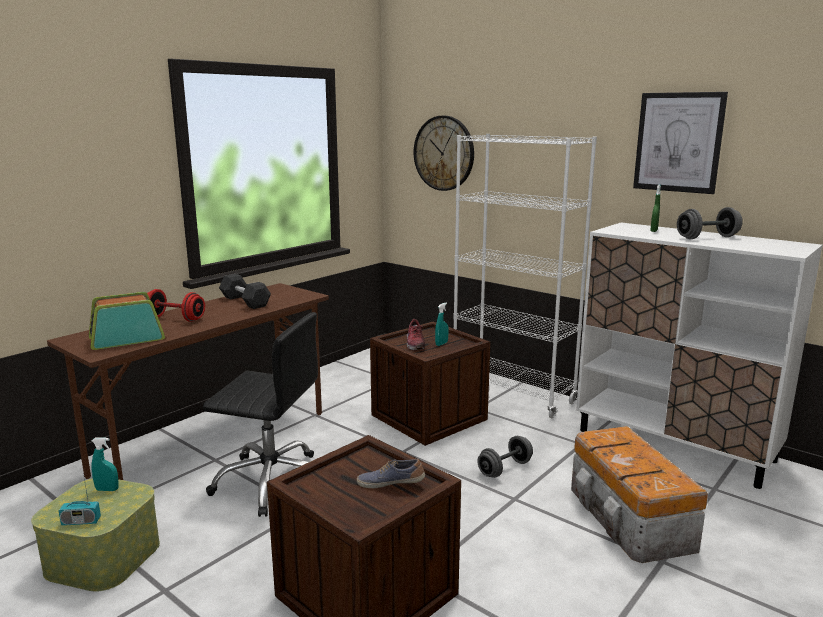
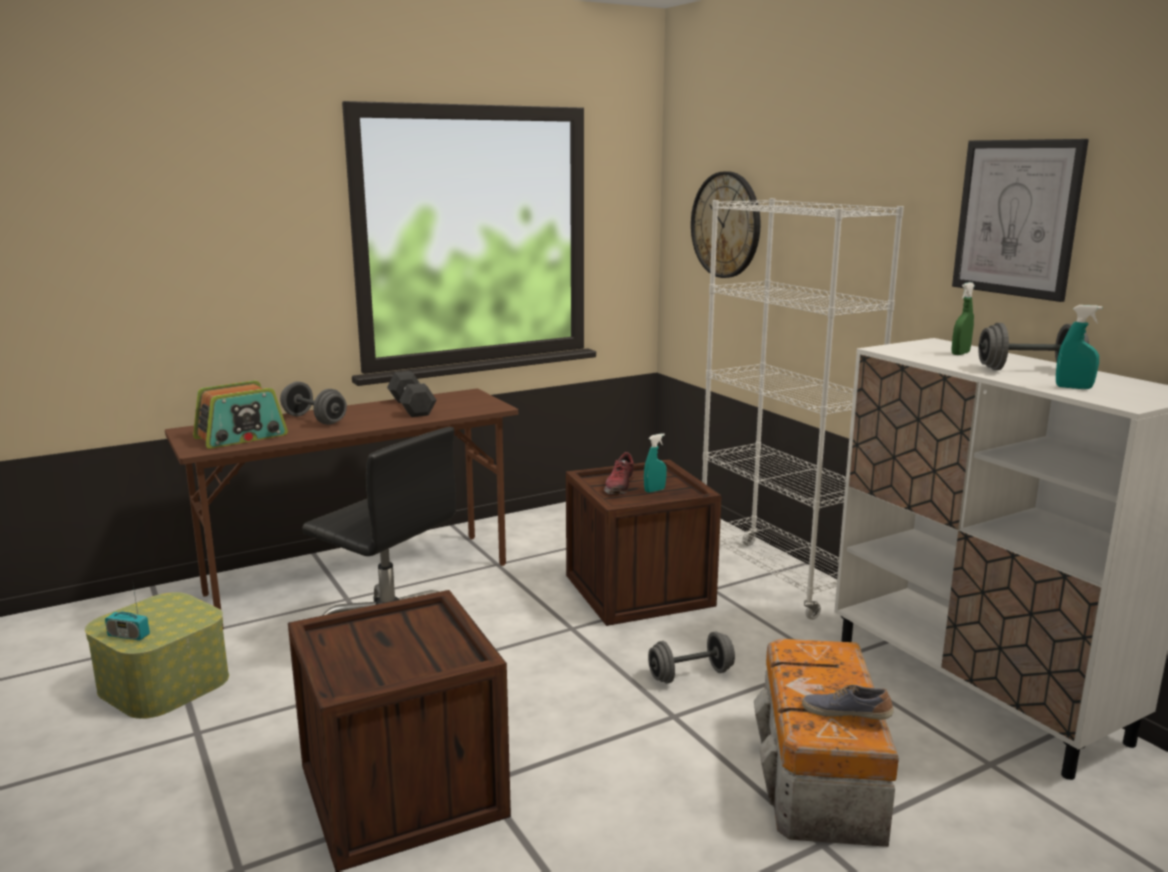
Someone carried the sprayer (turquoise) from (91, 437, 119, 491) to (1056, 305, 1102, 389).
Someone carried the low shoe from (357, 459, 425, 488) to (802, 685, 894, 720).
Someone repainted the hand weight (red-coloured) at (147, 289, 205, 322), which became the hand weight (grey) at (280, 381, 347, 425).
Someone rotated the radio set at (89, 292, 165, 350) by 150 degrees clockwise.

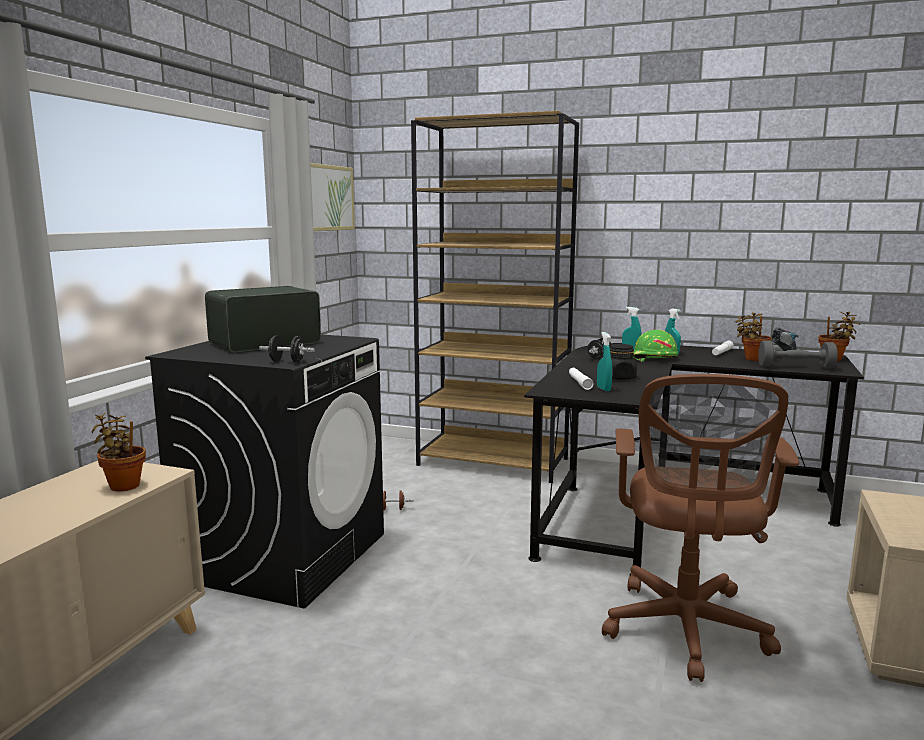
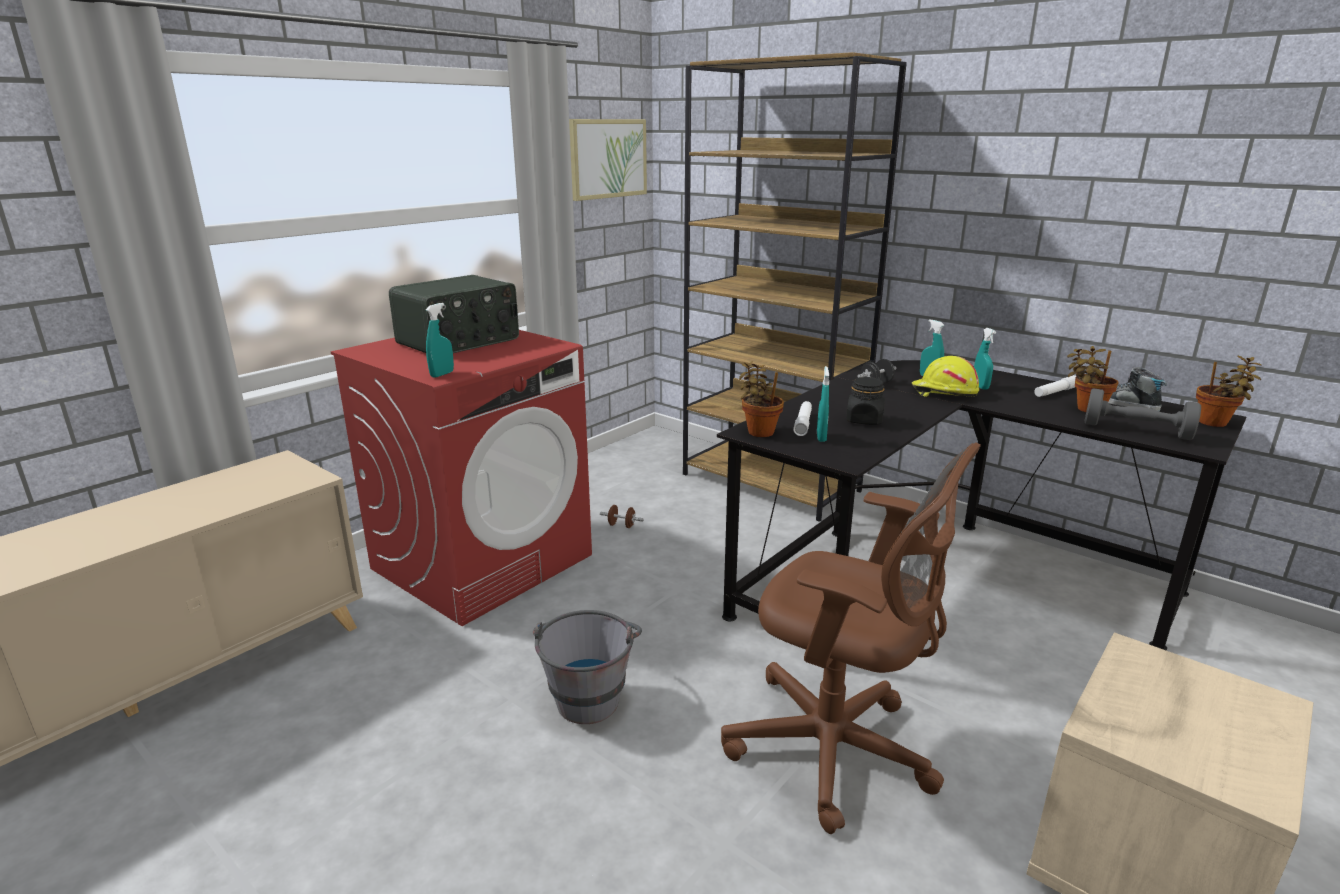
Someone put down the bucket (grey) at (533, 610, 642, 724).
Someone carried the houseplant from (91, 413, 146, 491) to (739, 361, 784, 437).
Someone swapped the hand weight (black-coloured) at (259, 335, 315, 363) for the sprayer (turquoise) at (426, 303, 454, 378).
Someone repainted the washing machine (black-coloured) at (145, 335, 384, 608), which became the washing machine (red-coloured) at (331, 330, 592, 626).
Someone repainted the safety helmet (greenish) at (633, 330, 678, 362), which became the safety helmet (yellowish) at (911, 356, 979, 397).
Someone rotated the radio set at (205, 286, 321, 353) by 150 degrees clockwise.
Someone rotated the office chair (brownish) at (602, 374, 799, 682) by 90 degrees counterclockwise.

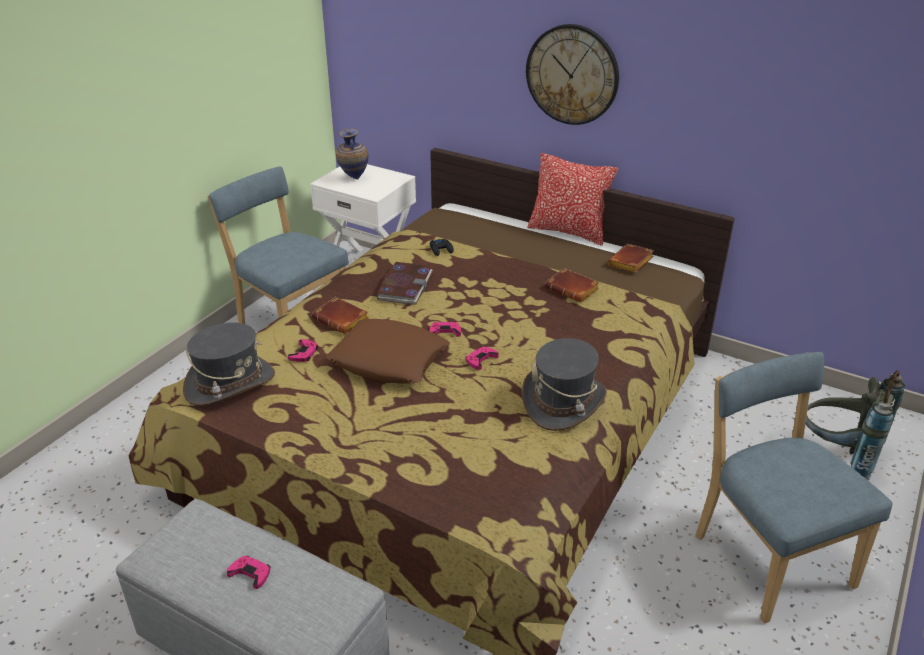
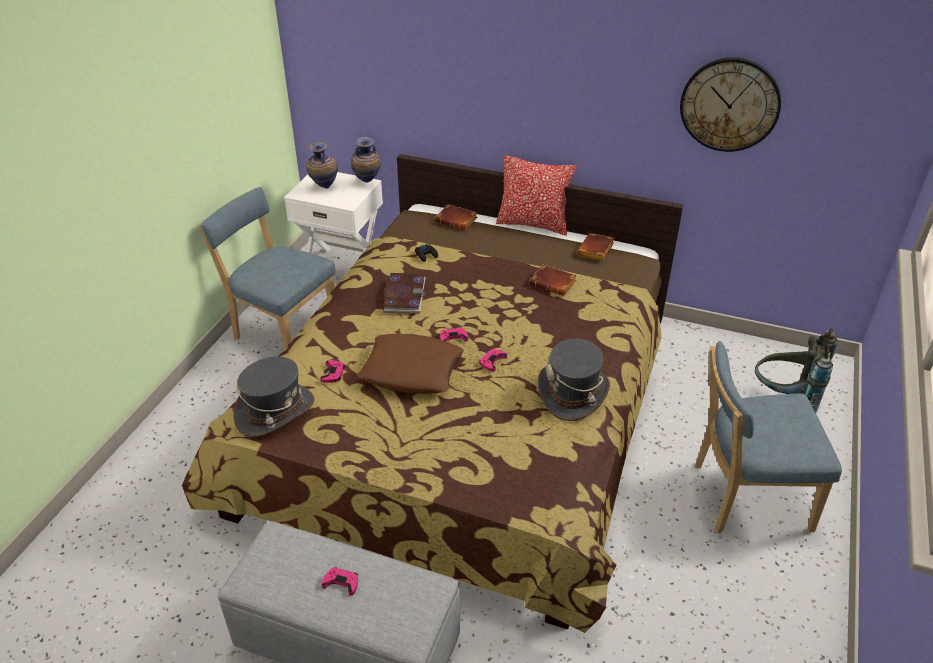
Someone put down the decorative vase at (351, 137, 381, 182).
Someone carried the volume (brownish) from (312, 297, 369, 334) to (435, 204, 477, 230).
Someone carried the clock on the wall from (526, 24, 619, 125) to (680, 57, 781, 152).
Someone rotated the chair (bluish) at (695, 352, 893, 624) by 60 degrees counterclockwise.

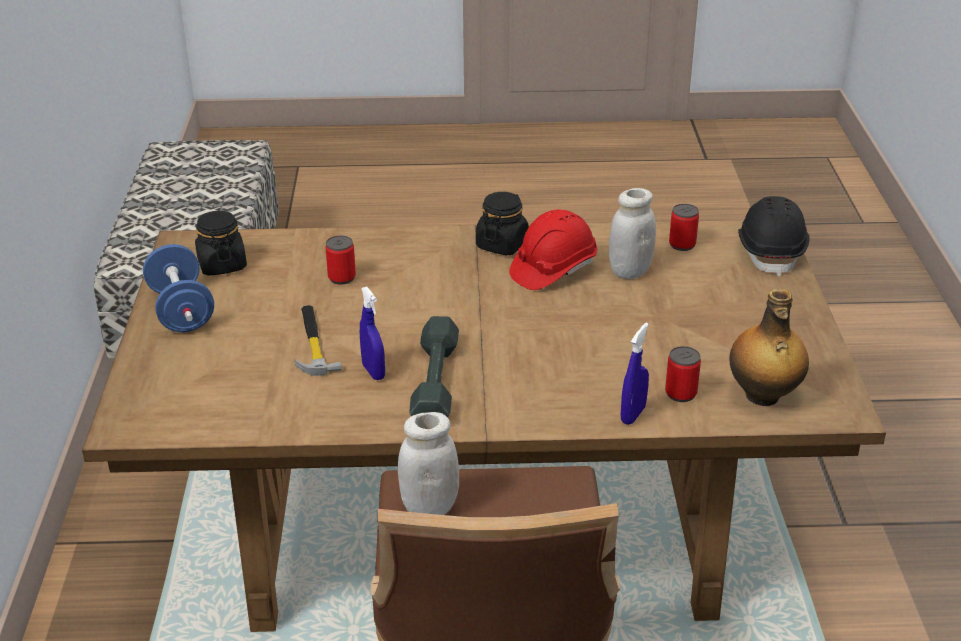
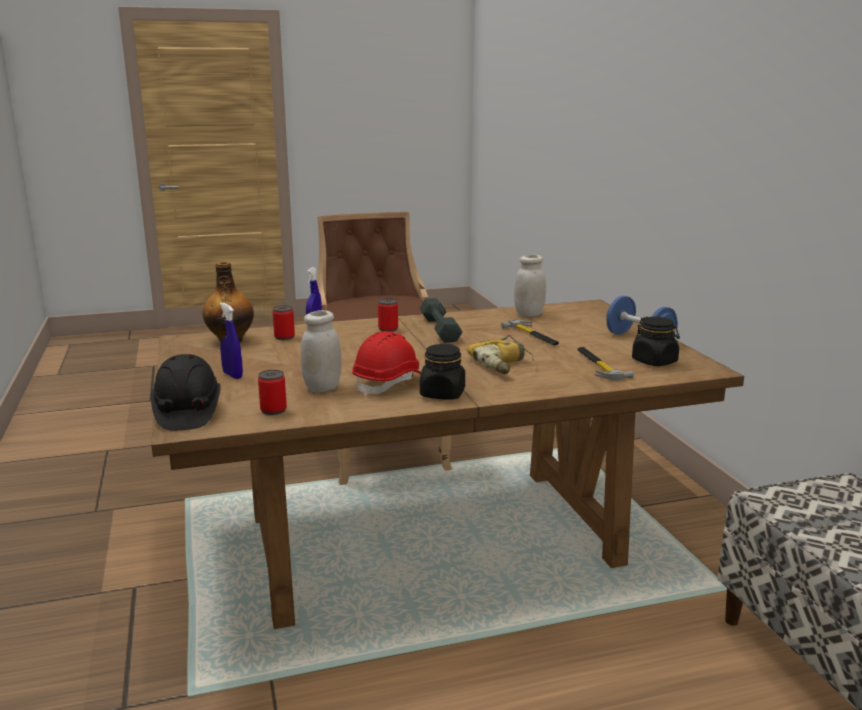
Someone put down the power drill at (466, 335, 534, 374).
Someone put down the tool hammer at (577, 347, 634, 381).
Someone carried the sealed can from (325, 235, 356, 285) to (378, 298, 398, 332).
Someone carried the sprayer (bluish) from (360, 287, 385, 380) to (220, 302, 243, 379).
Someone carried the preserve jar (whitish) from (398, 412, 459, 515) to (514, 255, 546, 317).

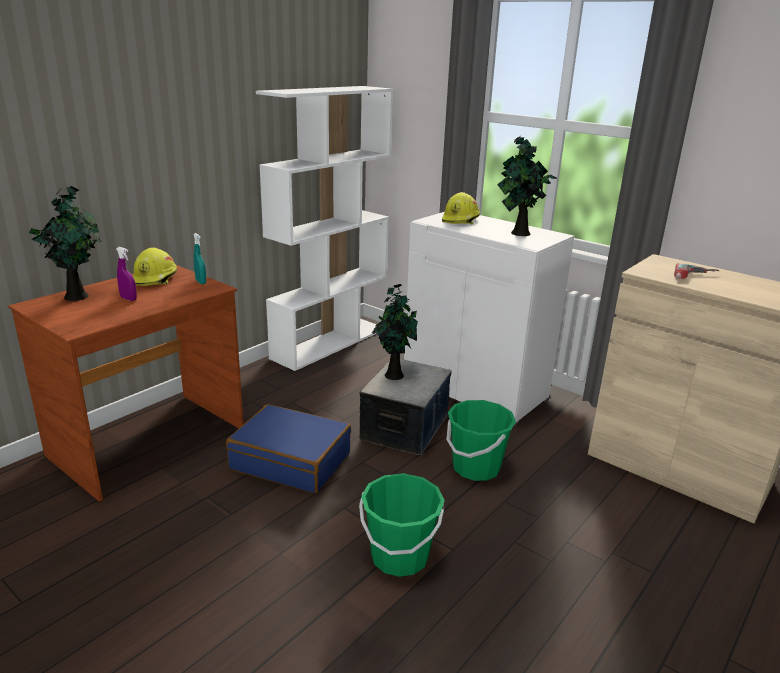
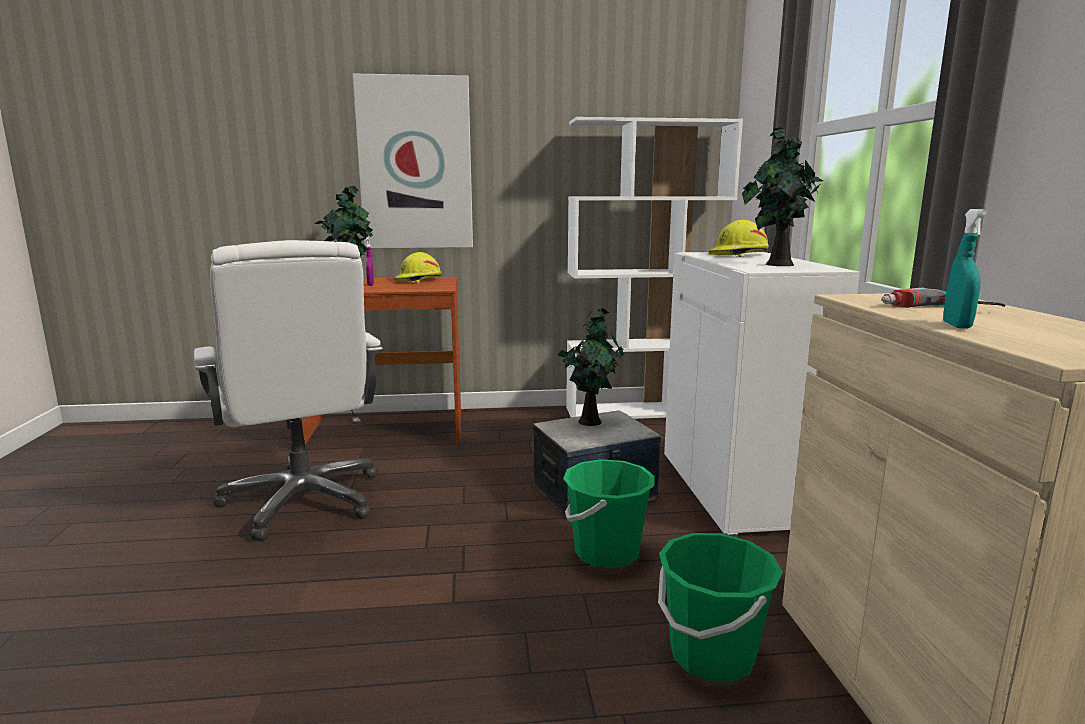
Someone took away the travel case (bluish) at (226, 404, 351, 493).
Someone put down the office chair (whitish) at (194, 240, 383, 541).
Someone put up the picture at (352, 74, 473, 248).
Someone carried the sprayer (turquoise) from (194, 233, 206, 284) to (943, 209, 987, 329).
Someone carried the bucket (greenish) from (359, 473, 445, 577) to (658, 533, 783, 682).

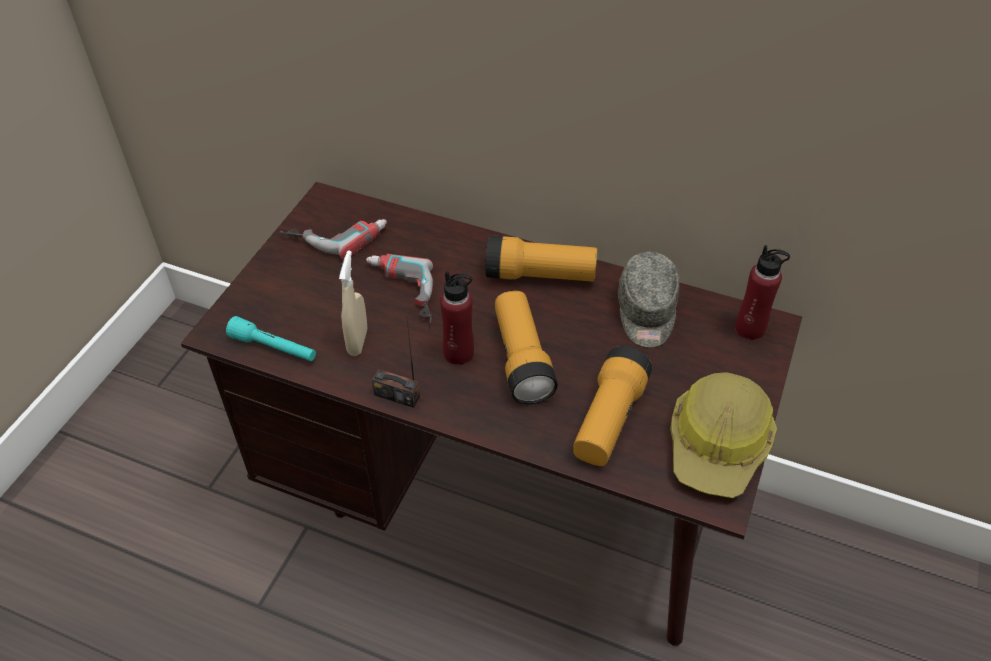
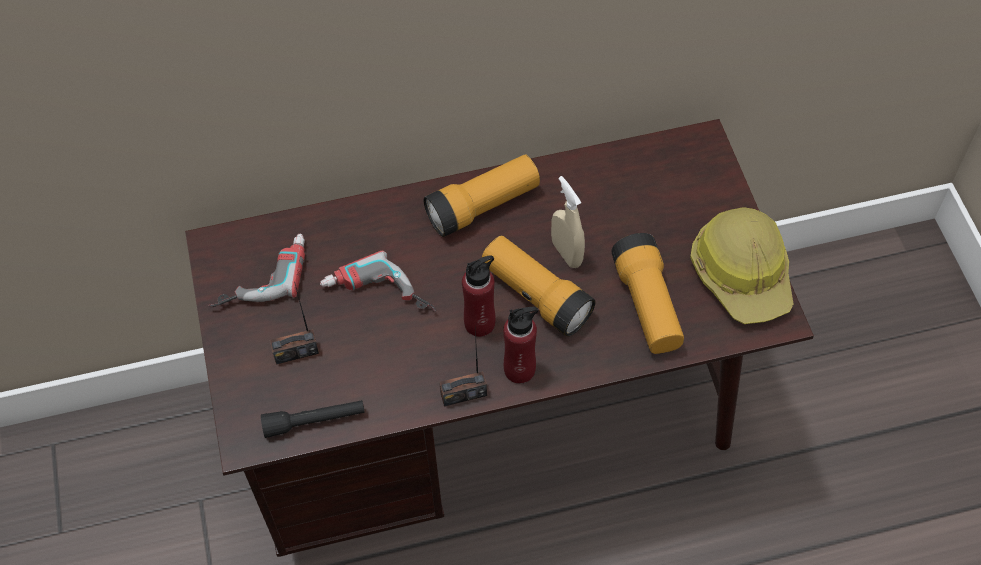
Someone took away the peaked cap (grey) at (618, 252, 679, 348).
Someone put down the radio set at (270, 281, 319, 365).
Someone carried the sprayer (beige-coloured) from (339, 250, 367, 356) to (551, 176, 585, 268).
Someone carried the drink bottle (red-coloured) from (735, 245, 790, 340) to (503, 307, 538, 384).
Someone repainted the flashlight (turquoise) at (226, 316, 316, 362), which became the flashlight (black-coloured) at (261, 400, 365, 438).

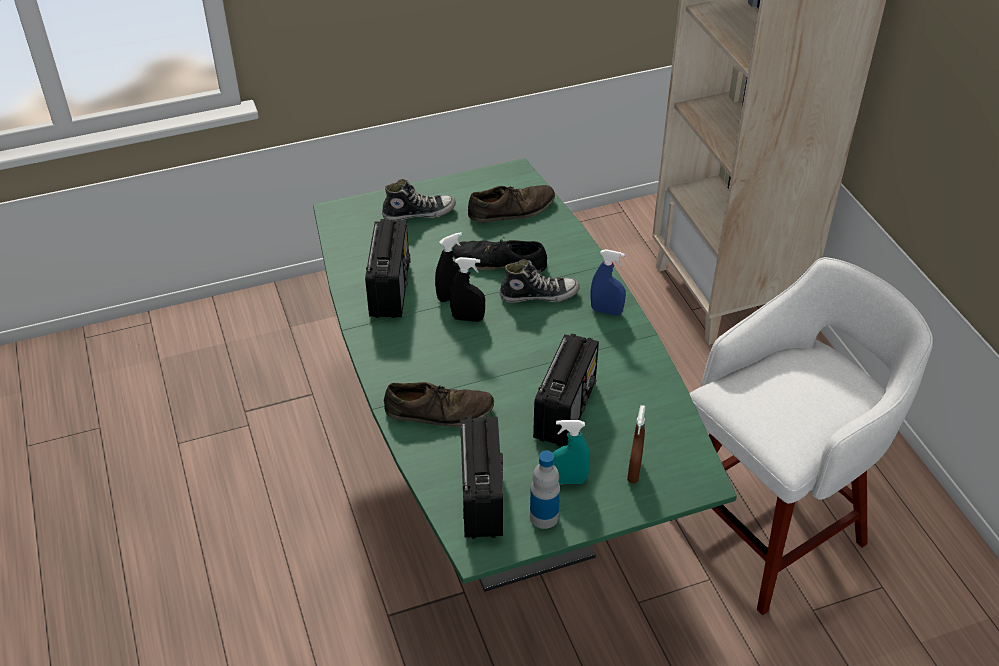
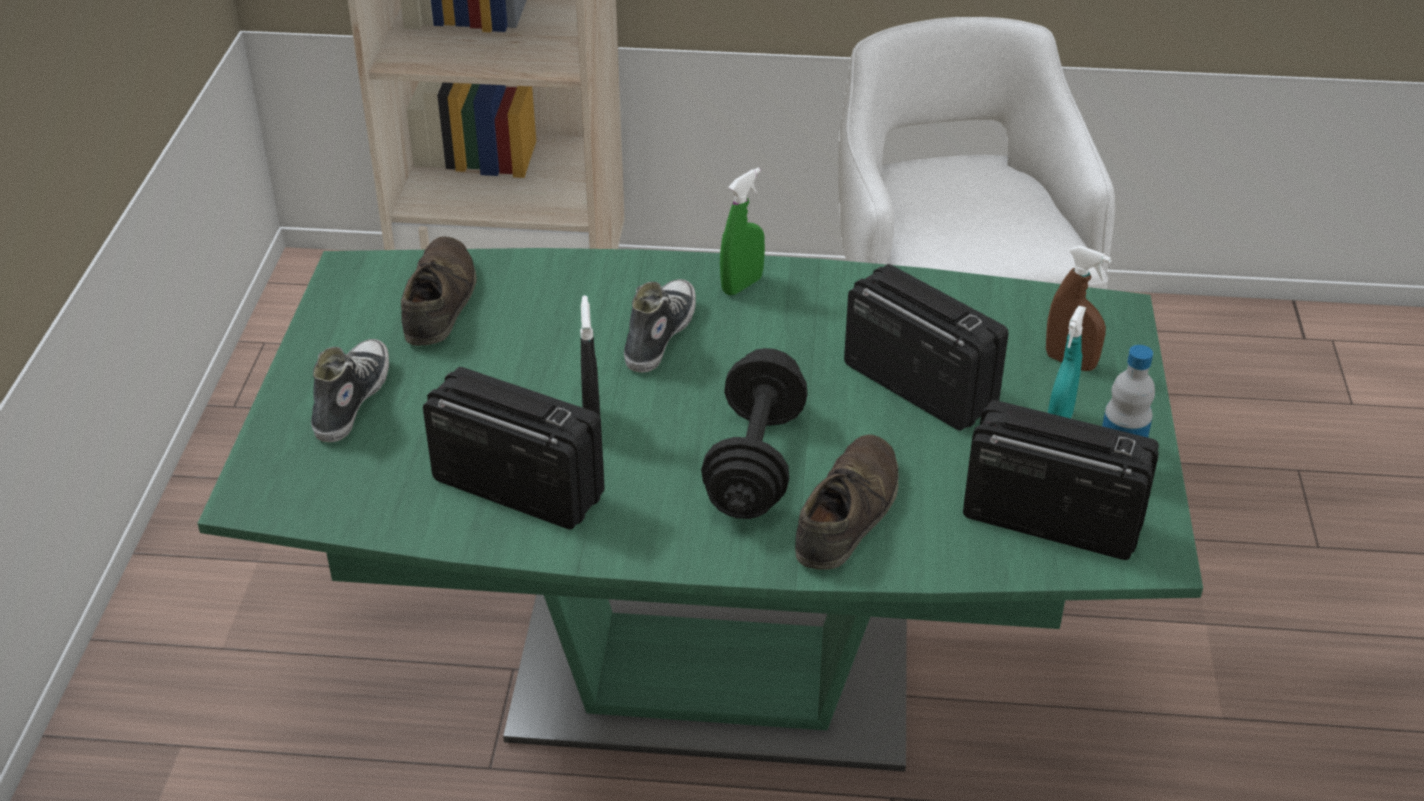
Someone took away the sprayer (black-coloured) at (450, 257, 485, 322).
Someone took away the low shoe (black-coloured) at (452, 237, 547, 273).
Someone put down the hand weight (black-coloured) at (701, 348, 807, 519).
Someone repainted the sprayer (bluish) at (590, 249, 626, 316), which became the sprayer (greenish) at (720, 168, 765, 295).

